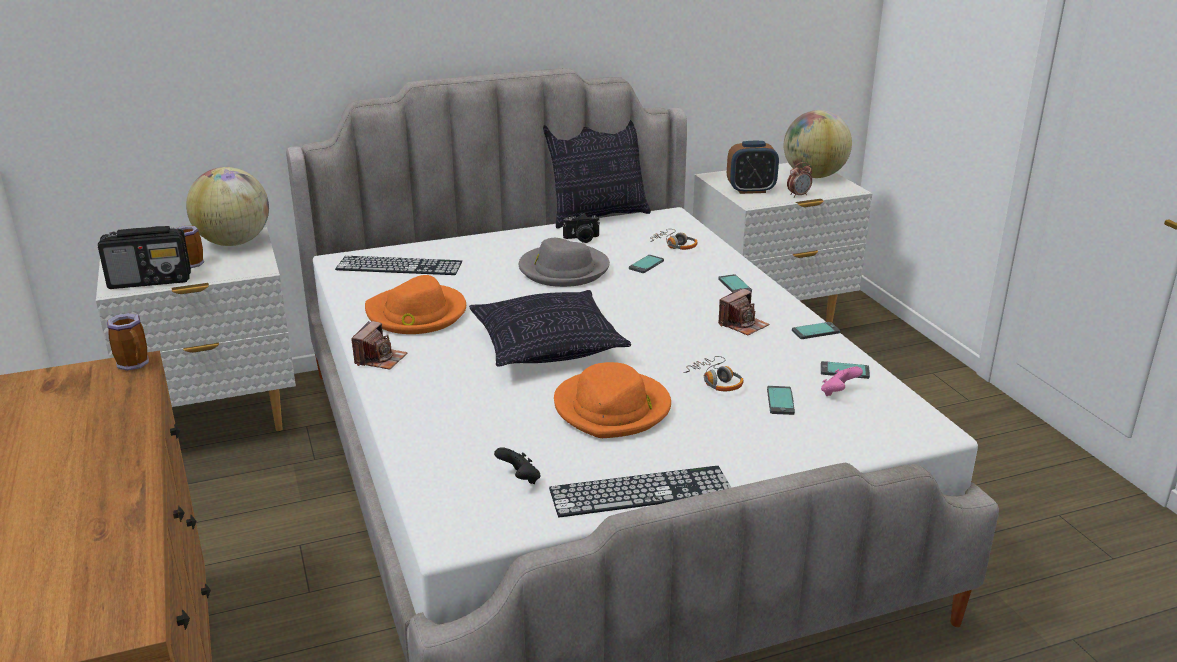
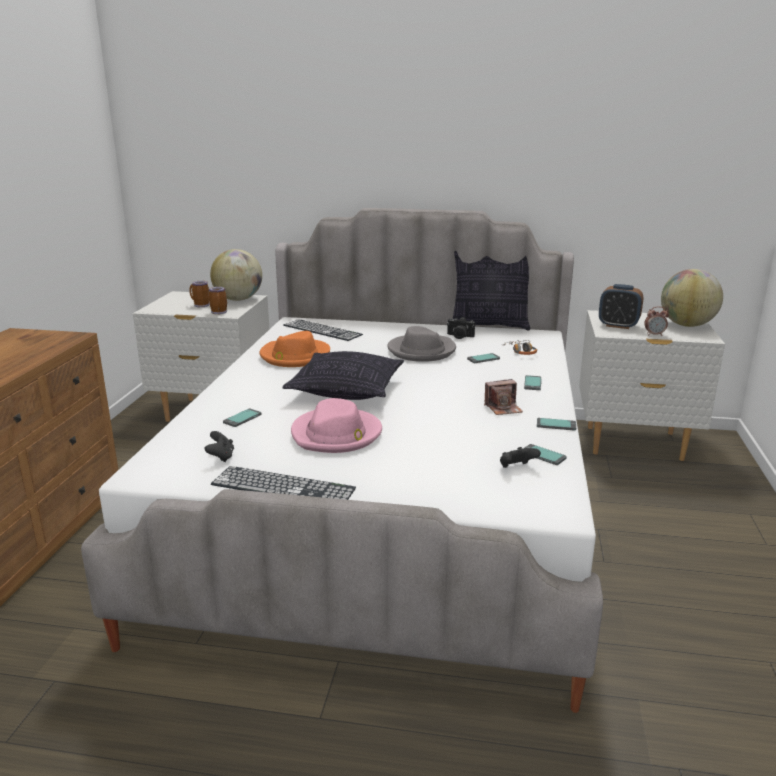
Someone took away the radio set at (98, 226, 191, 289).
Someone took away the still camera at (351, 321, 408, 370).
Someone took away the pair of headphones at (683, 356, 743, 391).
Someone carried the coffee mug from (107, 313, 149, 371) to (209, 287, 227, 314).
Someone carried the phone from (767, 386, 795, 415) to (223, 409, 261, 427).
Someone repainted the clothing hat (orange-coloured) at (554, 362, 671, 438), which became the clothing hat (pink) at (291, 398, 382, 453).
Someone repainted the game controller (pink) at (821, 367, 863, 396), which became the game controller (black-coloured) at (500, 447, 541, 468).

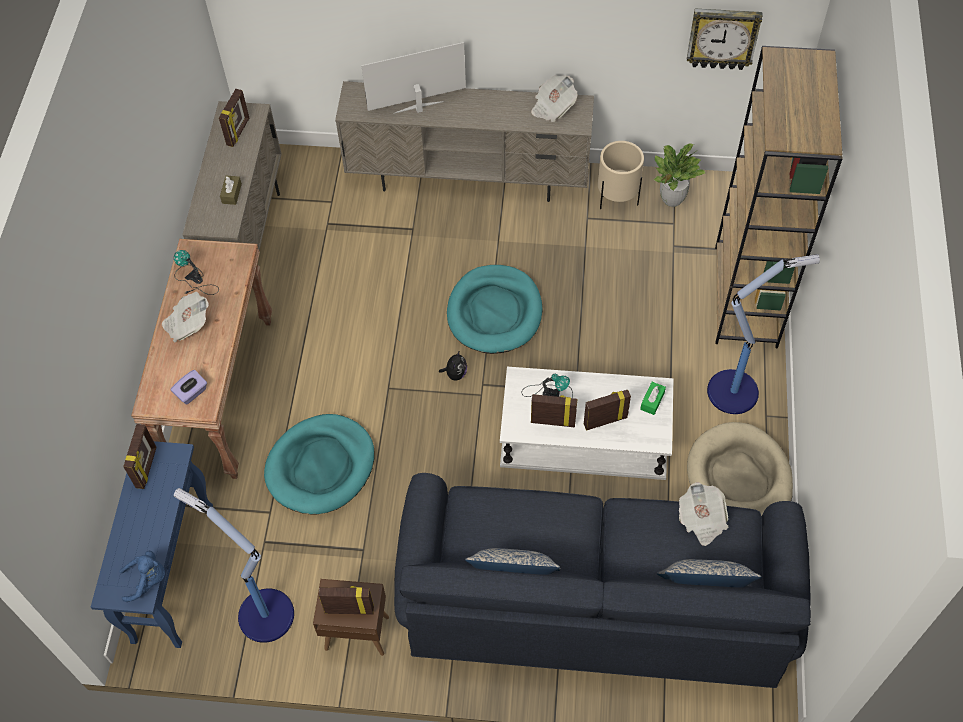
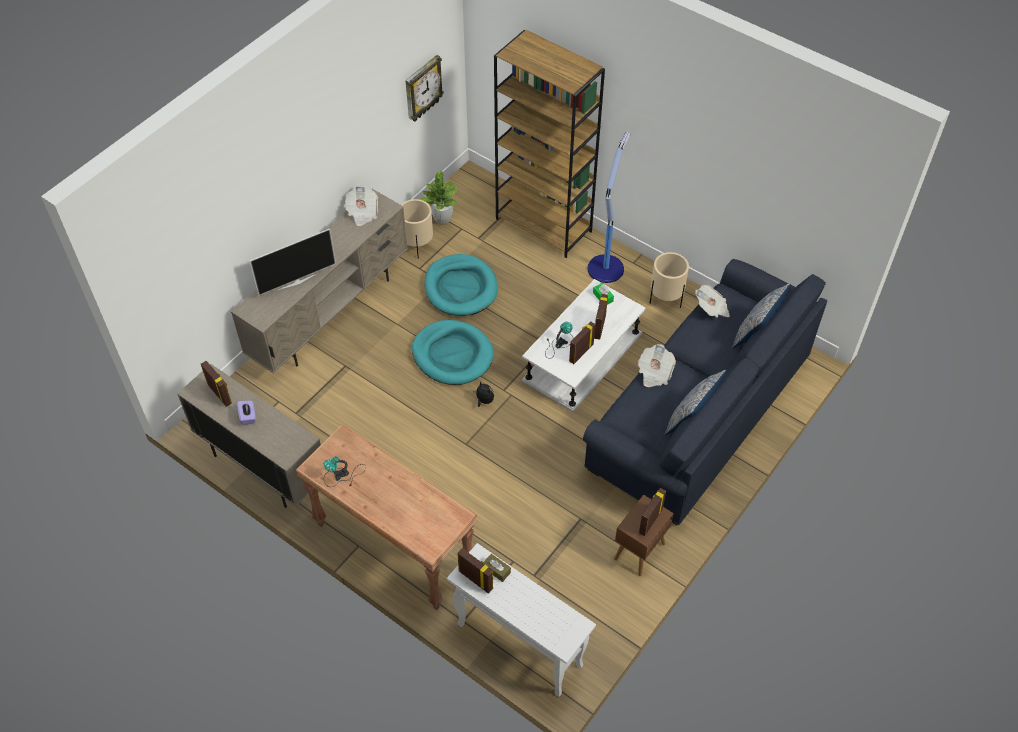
Someone took away the soft toy (bluish) at (119, 551, 165, 602).
Someone took away the floor lamp at (174, 488, 294, 643).
Someone carried the newspaper from (162, 292, 209, 343) to (638, 344, 676, 387).
Someone carried the tissue box (purplish) from (171, 370, 207, 405) to (237, 400, 256, 425).
Someone carried the tissue box (brownish) from (220, 176, 242, 205) to (484, 554, 511, 582).
Someone carried the dog cushion (turquoise) from (264, 414, 374, 514) to (425, 254, 498, 316).
Someone swapped the dog cushion (beige-coloured) at (687, 422, 793, 516) for the planter (beige-coloured) at (650, 252, 689, 308).
Someone repainted the hall table (bluish) at (91, 441, 213, 648), which became the hall table (whitish) at (447, 543, 596, 697).
Someone rotated the TV set at (361, 42, 466, 114) by 135 degrees counterclockwise.

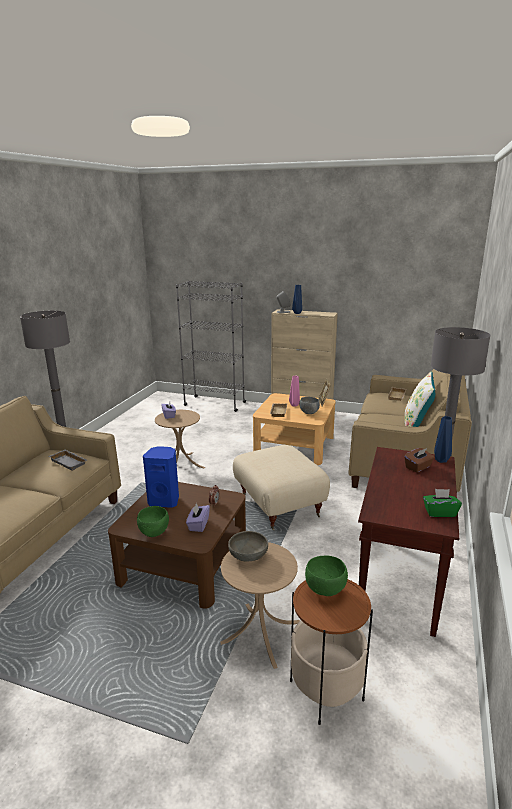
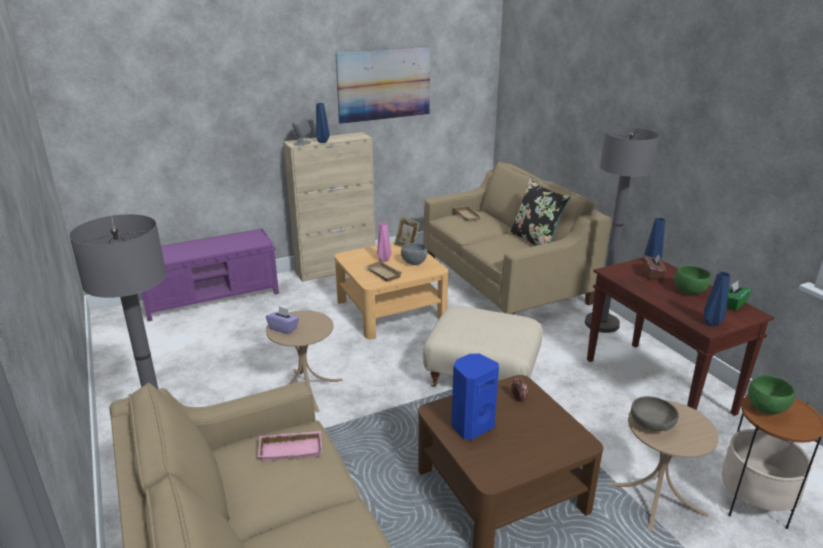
Someone took away the tissue box (purplish) at (186, 503, 210, 532).
Someone put up the picture at (335, 47, 430, 124).
Someone put down the decorative vase (bluish) at (703, 272, 730, 326).
Someone carried the deep dish (greenish) from (137, 506, 169, 537) to (674, 266, 711, 295).
Someone swapped the shelving unit (grey) at (176, 281, 246, 412) for the indoor bench (purplish) at (141, 228, 279, 321).
Someone repainted the tray (grey) at (49, 450, 87, 471), which became the tray (pink) at (258, 431, 322, 462).
Someone repainted the cushion (whitish) at (405, 371, 435, 427), which became the cushion (black-coloured) at (509, 179, 571, 246).

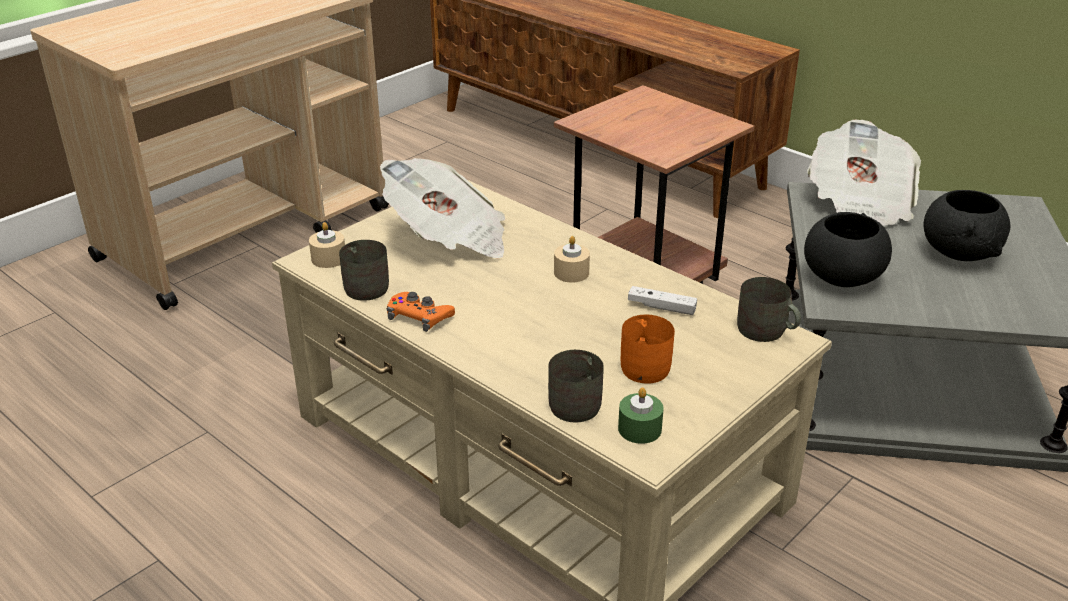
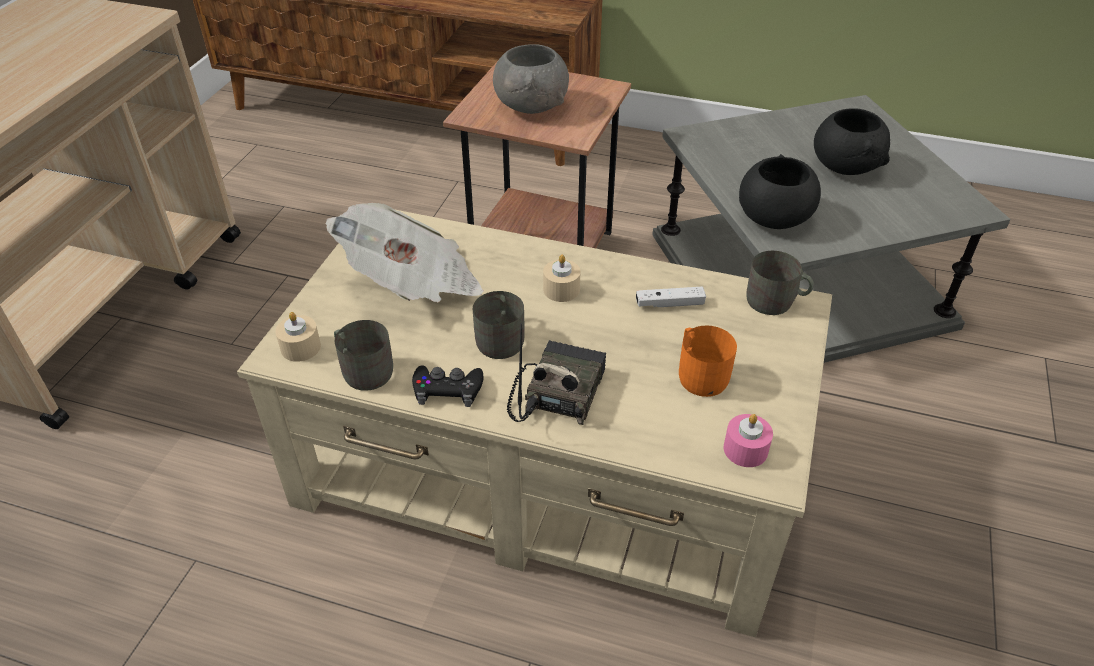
Someone took away the newspaper at (807, 120, 921, 226).
Someone put down the deep dish (grey) at (493, 44, 569, 114).
Someone put down the radio set at (507, 323, 606, 425).
Someone carried the coffee mug (grey) from (548, 350, 604, 423) to (473, 291, 525, 359).
Someone repainted the game controller (orange-coloured) at (387, 292, 455, 332), which became the game controller (black-coloured) at (412, 365, 483, 407).
Someone repainted the candle (greenish) at (618, 387, 664, 444), which became the candle (pink) at (724, 414, 773, 467).

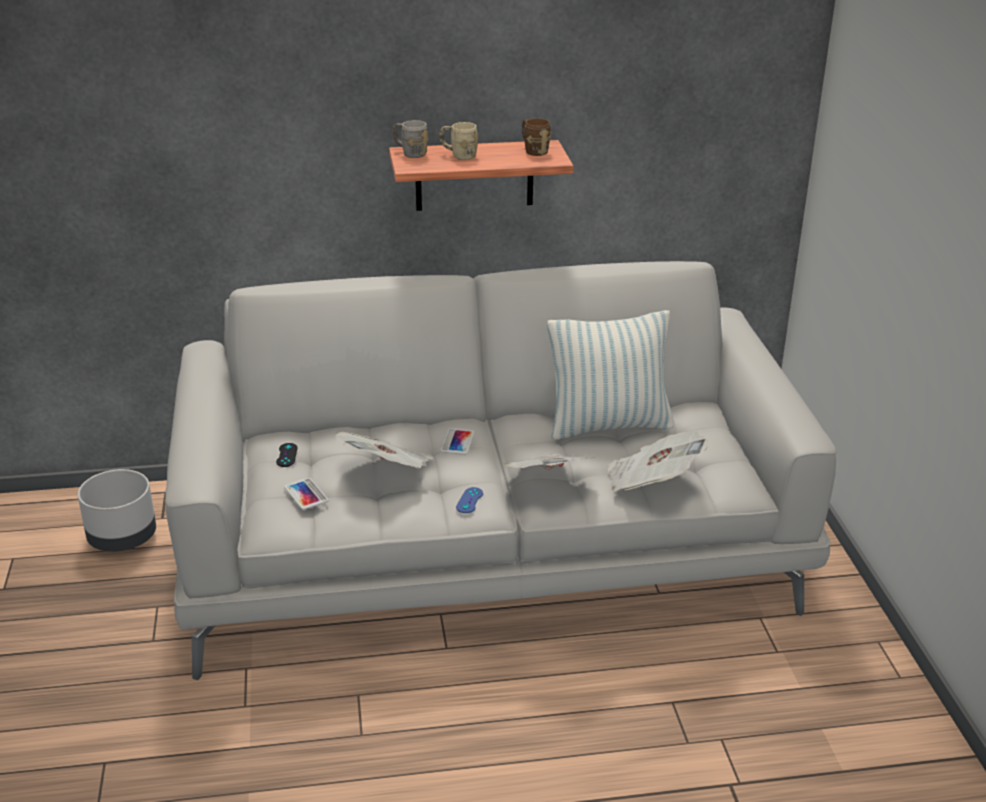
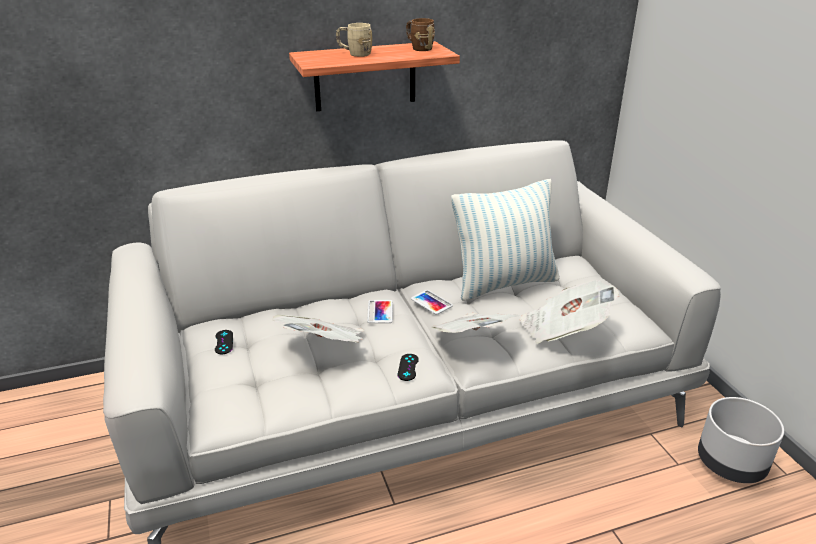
Someone took away the coffee mug (grey) at (393, 120, 428, 158).
Someone carried the planter (grey) from (78, 469, 156, 552) to (698, 397, 784, 483).
Someone carried the phone from (284, 478, 329, 510) to (411, 290, 453, 315).
Someone repainted the game controller (bluish) at (456, 487, 483, 513), which became the game controller (black-coloured) at (398, 354, 419, 381).

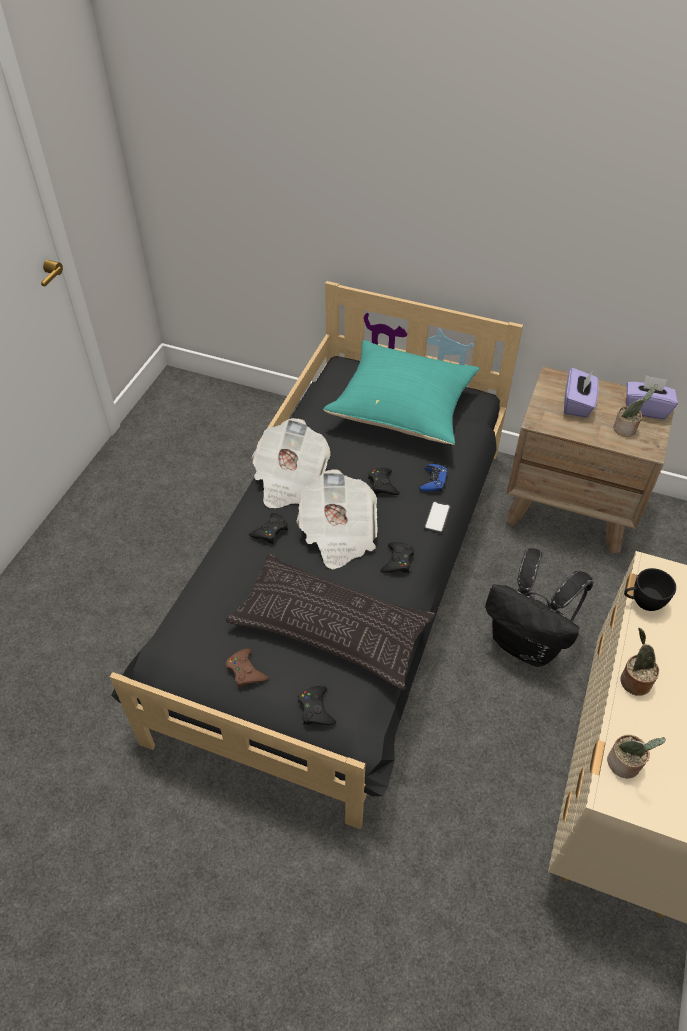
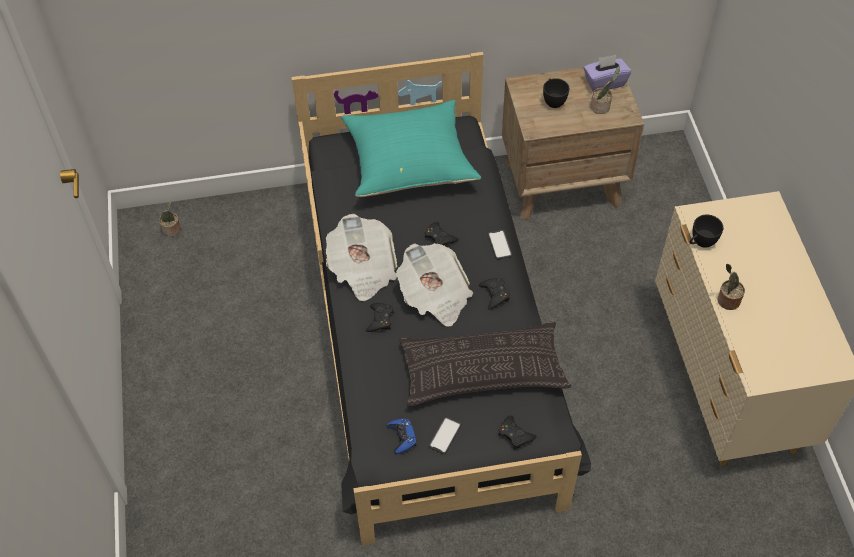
Someone took away the knapsack (black-coloured) at (485, 548, 594, 667).
Someone carried the game controller (bluish) from (419, 464, 448, 492) to (387, 419, 417, 454).
Someone carried the houseplant from (607, 735, 666, 778) to (159, 201, 181, 237).
Someone swapped the game controller (brownish) at (226, 648, 269, 688) for the phone at (429, 417, 461, 454).
Someone swapped the tissue box (purplish) at (564, 368, 599, 417) for the small cup (black-coloured) at (543, 78, 569, 108).

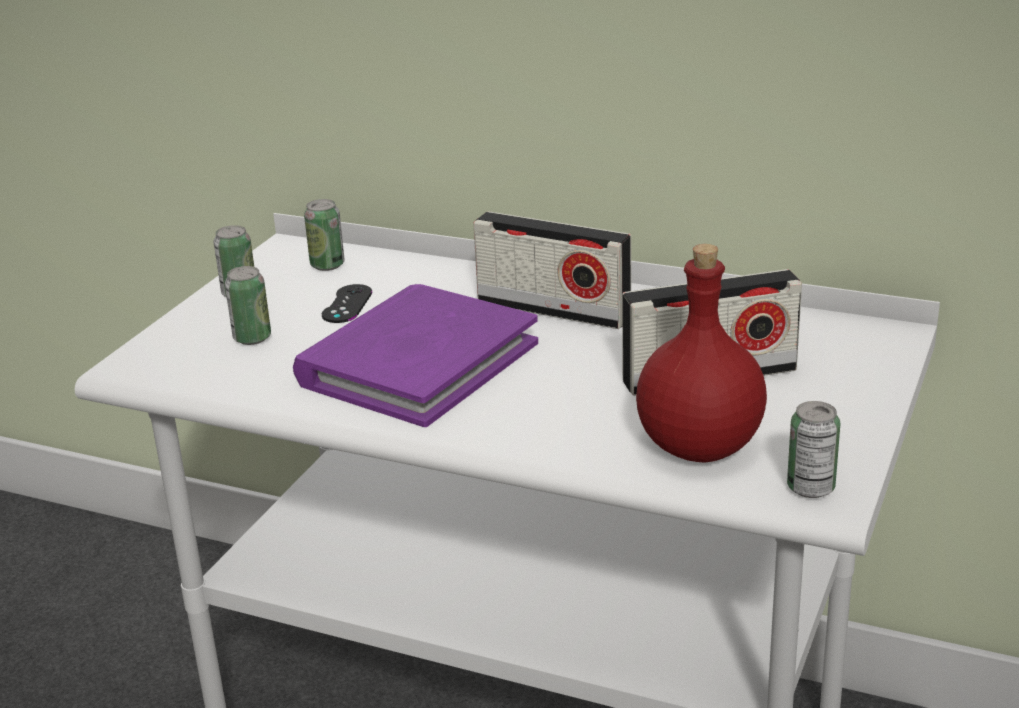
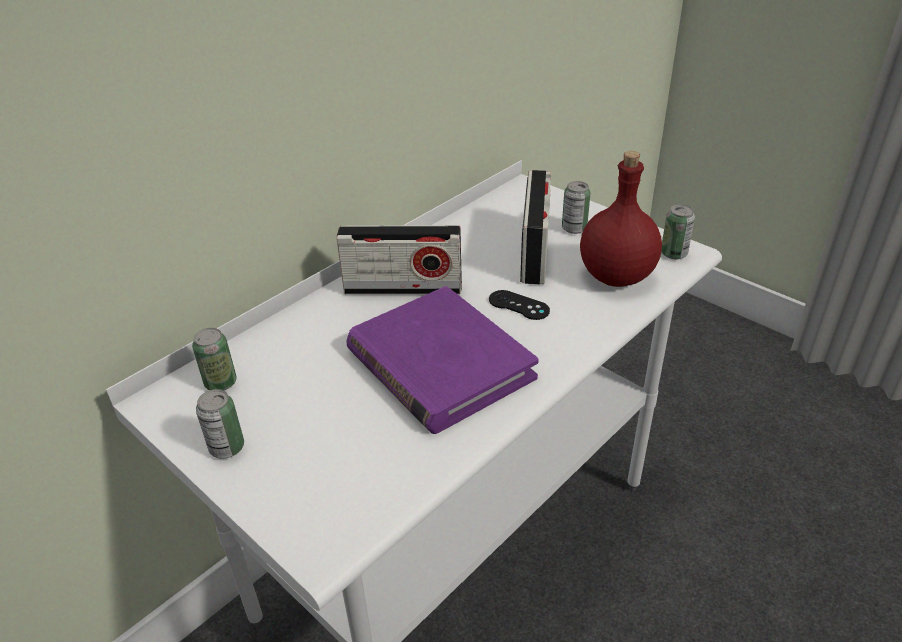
Someone carried the sealed can from (225, 266, 271, 345) to (562, 181, 591, 234).
Someone carried the game controller (black-coloured) from (322, 284, 372, 323) to (489, 290, 550, 320).
Someone rotated the radio set at (473, 211, 631, 329) by 45 degrees clockwise.

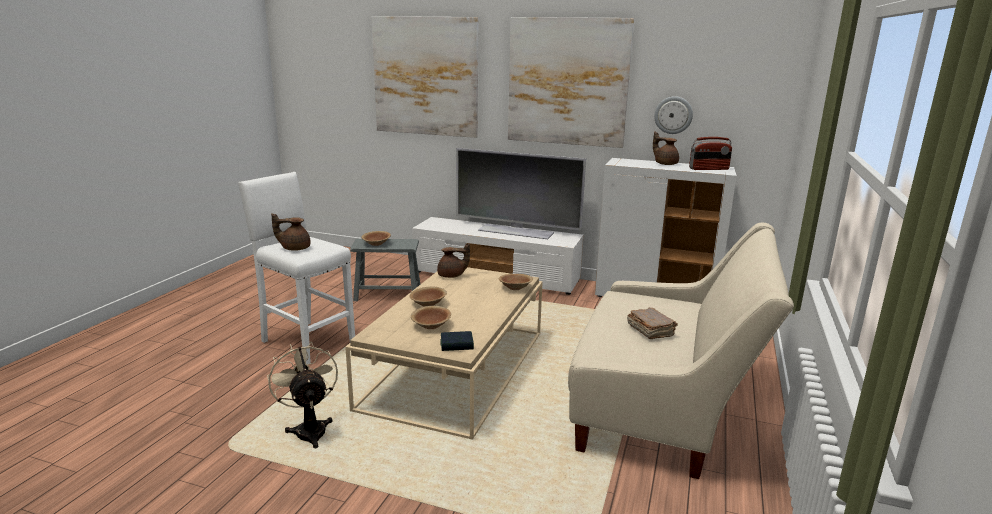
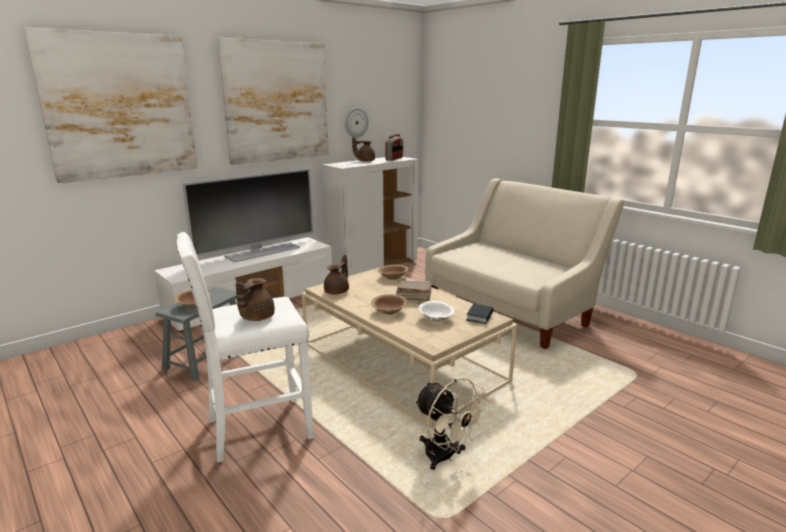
Someone carried the volume (brownish) from (627, 308, 678, 339) to (396, 280, 432, 301).
Someone repainted the deep dish (brownish) at (411, 306, 451, 329), which became the deep dish (whitish) at (418, 301, 454, 322).
Someone rotated the fan (beige-coloured) at (267, 341, 338, 448) by 135 degrees counterclockwise.

